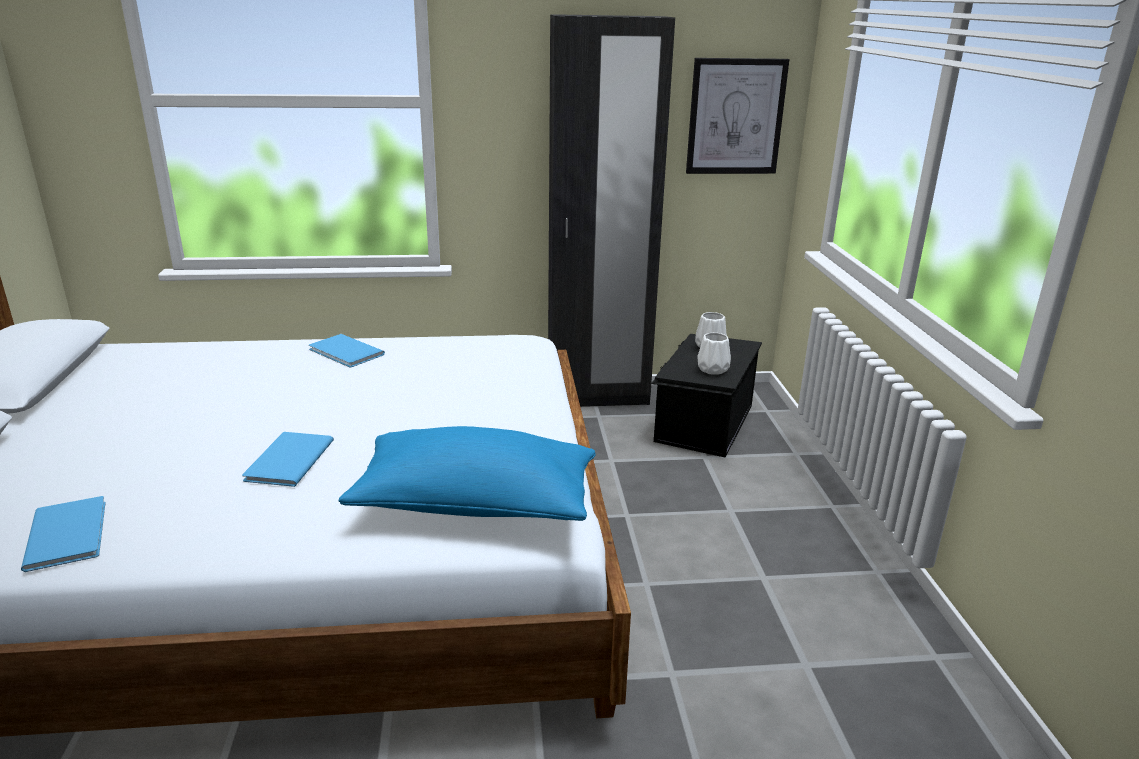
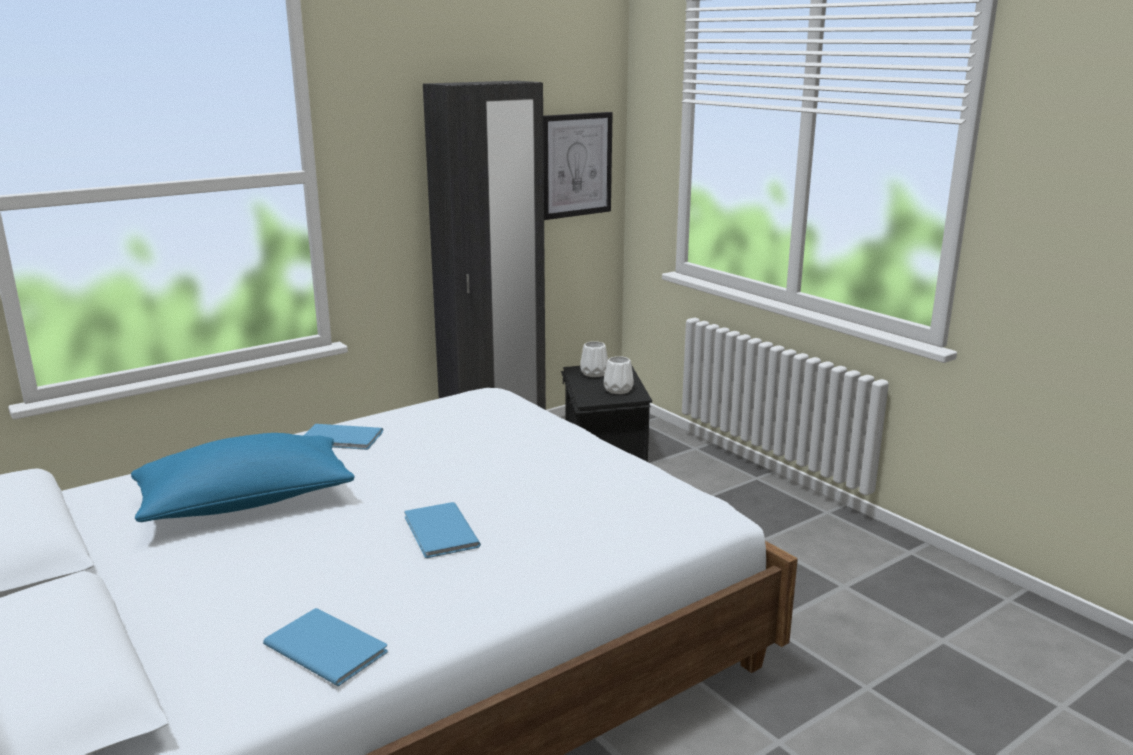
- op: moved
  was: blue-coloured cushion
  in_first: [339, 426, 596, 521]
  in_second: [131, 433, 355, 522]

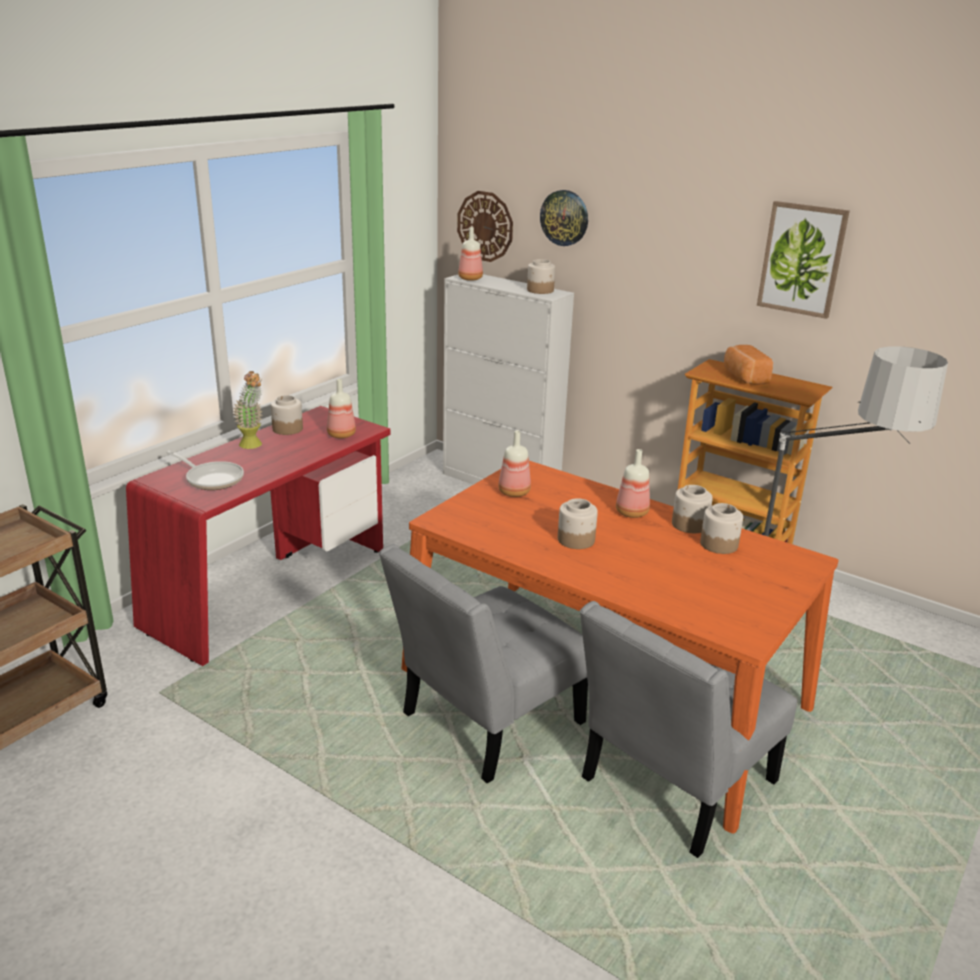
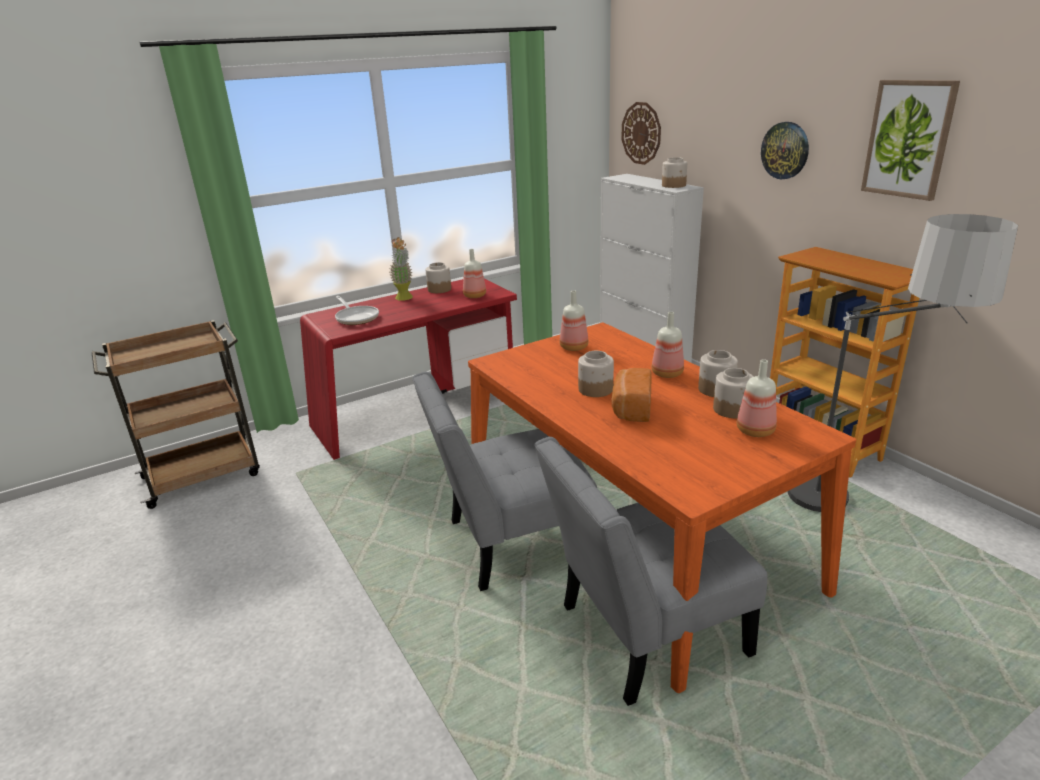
- op: moved
  was: drink bottle
  in_first: [458, 227, 483, 281]
  in_second: [737, 359, 777, 437]
- op: moved
  was: wall clock
  in_first: [540, 190, 588, 246]
  in_second: [761, 122, 809, 179]
- op: moved
  was: bakery bread
  in_first: [724, 345, 773, 385]
  in_second: [612, 368, 652, 422]

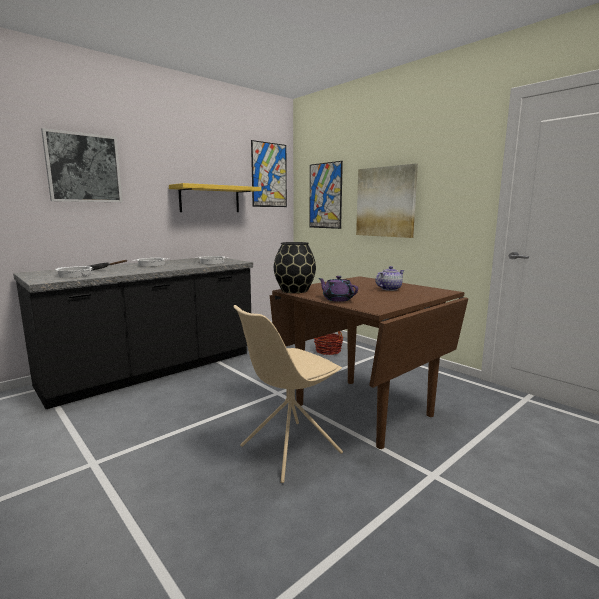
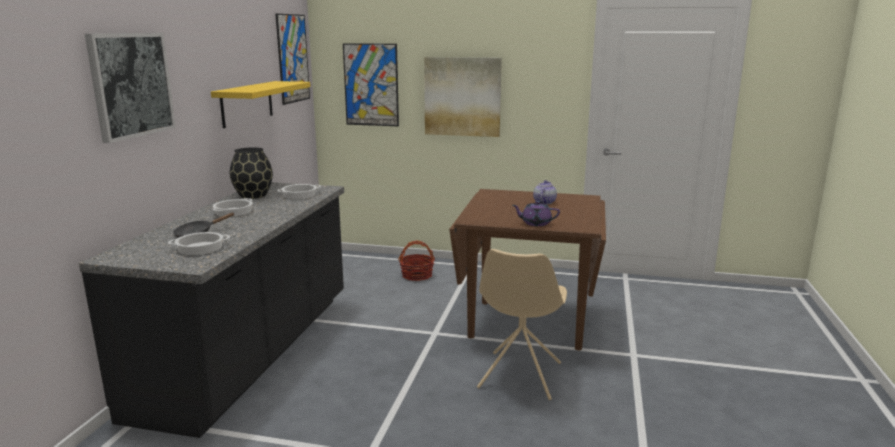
- op: moved
  was: black flower vase
  in_first: [274, 242, 316, 293]
  in_second: [230, 147, 273, 199]

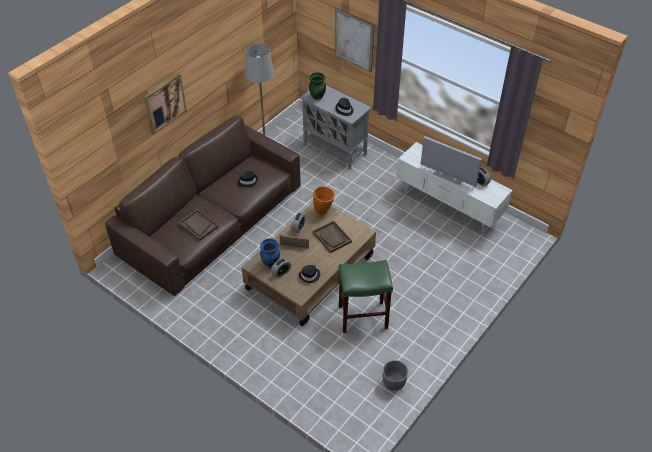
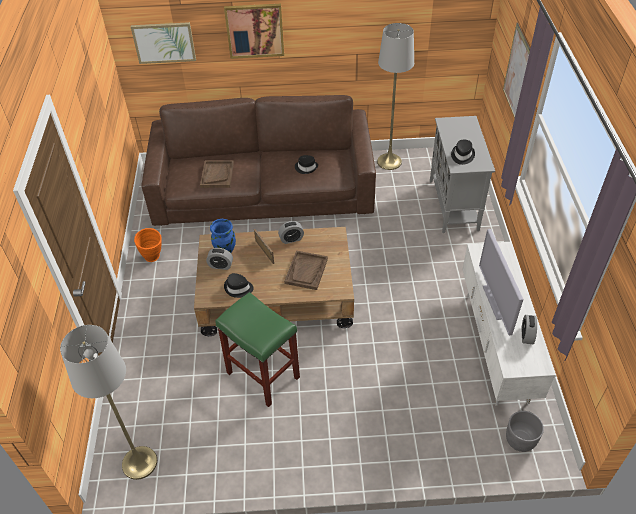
- op: removed
  was: greenish flower vase
  in_first: [309, 72, 326, 100]
- op: added
  now: greyish standing lamp
  in_second: [60, 325, 157, 480]
- op: added
  now: picture
  in_second: [131, 22, 196, 64]
- op: moved
  was: orange flower vase
  in_first: [313, 186, 335, 215]
  in_second: [134, 228, 162, 262]
- op: moved
  was: greyish flower pot
  in_first: [383, 360, 408, 391]
  in_second: [506, 411, 544, 452]

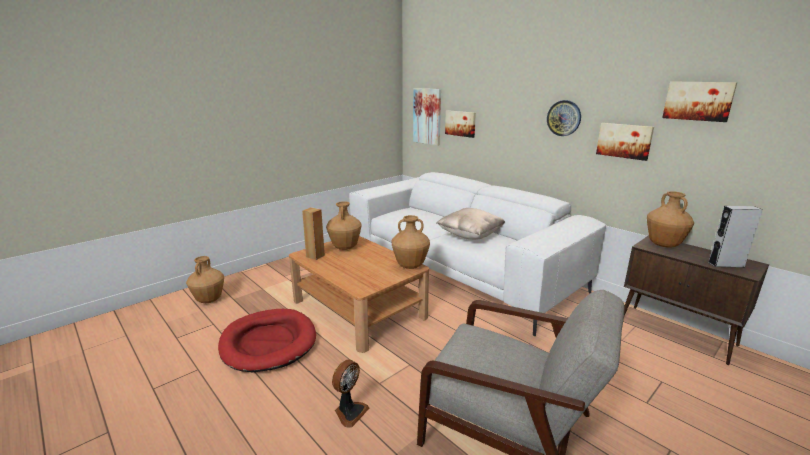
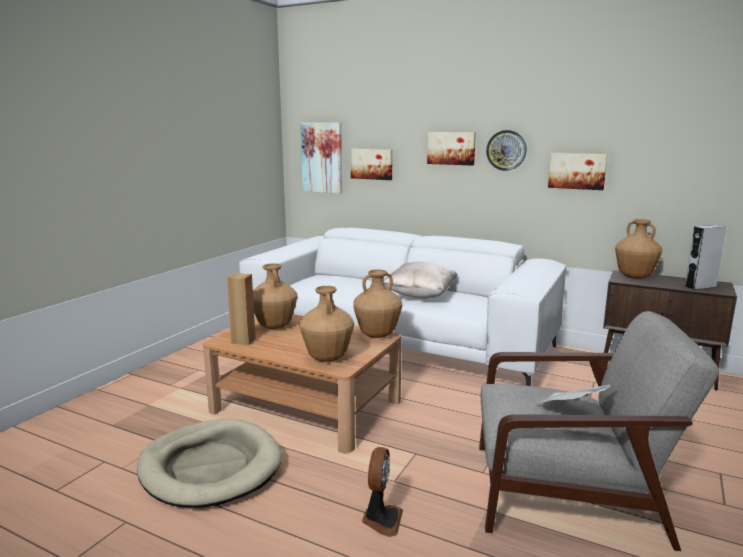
- op: added
  now: daily paper
  in_second: [537, 384, 611, 403]
- op: moved
  was: brown-coloured flower vase
  in_first: [186, 256, 224, 303]
  in_second: [299, 286, 354, 362]
- op: moved
  was: picture
  in_first: [662, 82, 738, 122]
  in_second: [427, 132, 476, 166]
- op: recoloured
  was: red dog bed
  now: sand-coloured dog bed
  in_first: [218, 309, 316, 372]
  in_second: [137, 419, 282, 508]

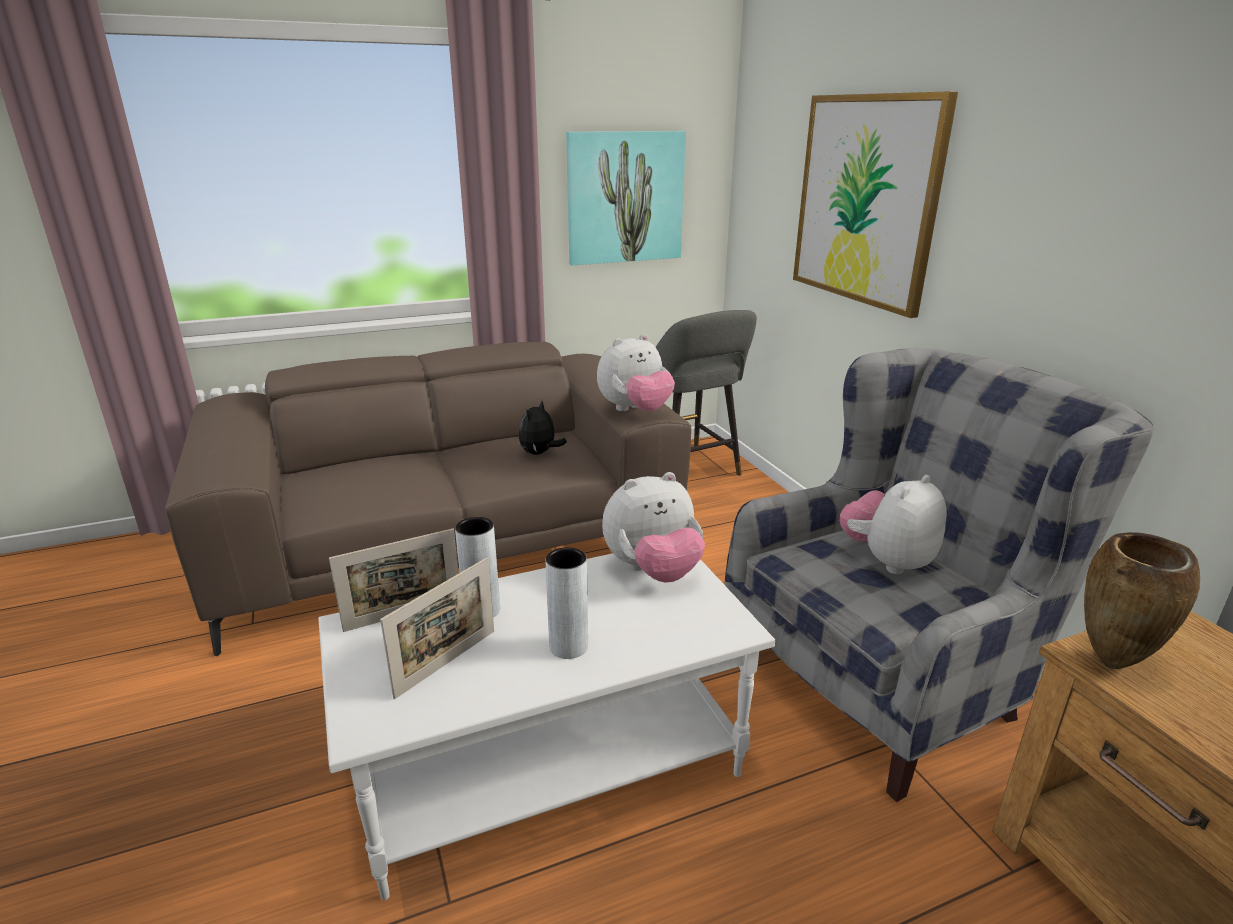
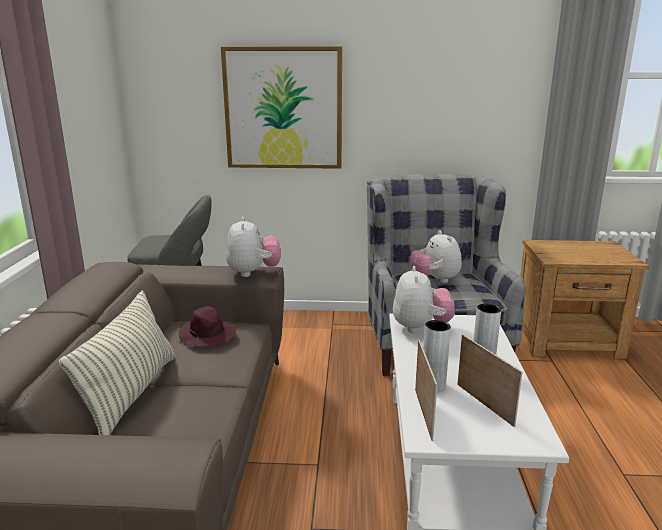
- op: removed
  was: picture
  in_first: [566, 131, 686, 265]
- op: removed
  was: brown-coloured flower vase
  in_first: [1084, 532, 1200, 669]
- op: added
  now: cushion
  in_second: [59, 290, 175, 435]
- op: replaced
  was: cuddly toy
  now: purple hat
  in_first: [519, 400, 567, 455]
  in_second: [179, 306, 236, 346]

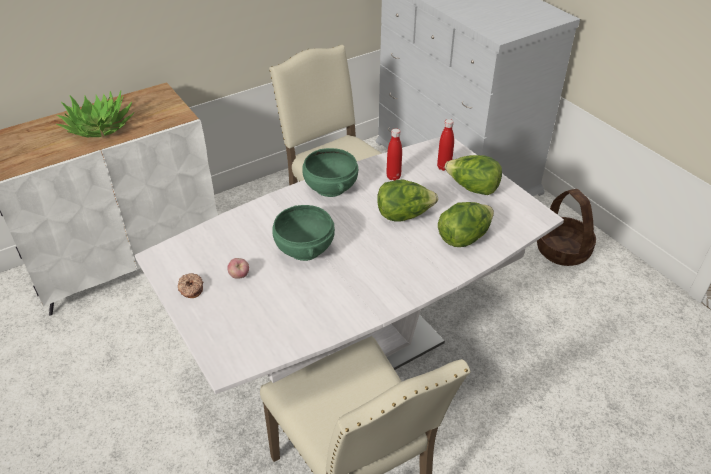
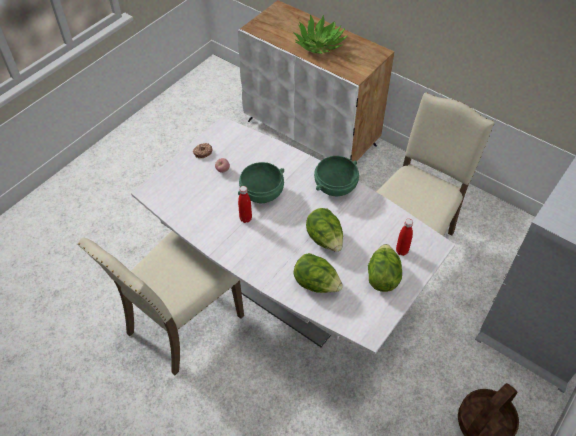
- op: moved
  was: red drink bottle
  in_first: [386, 128, 402, 181]
  in_second: [238, 186, 252, 223]

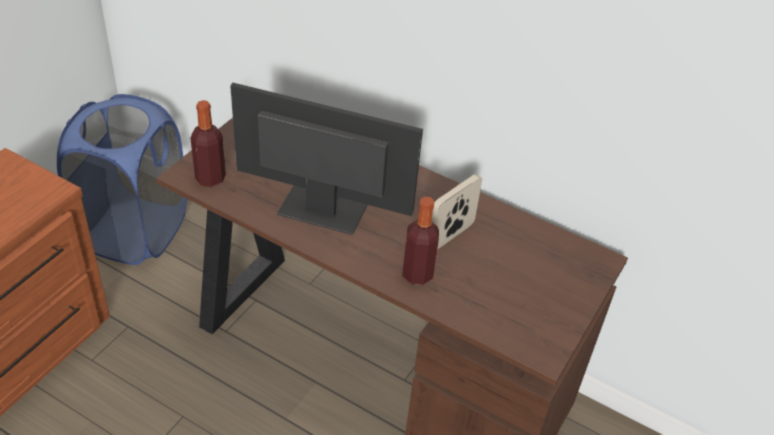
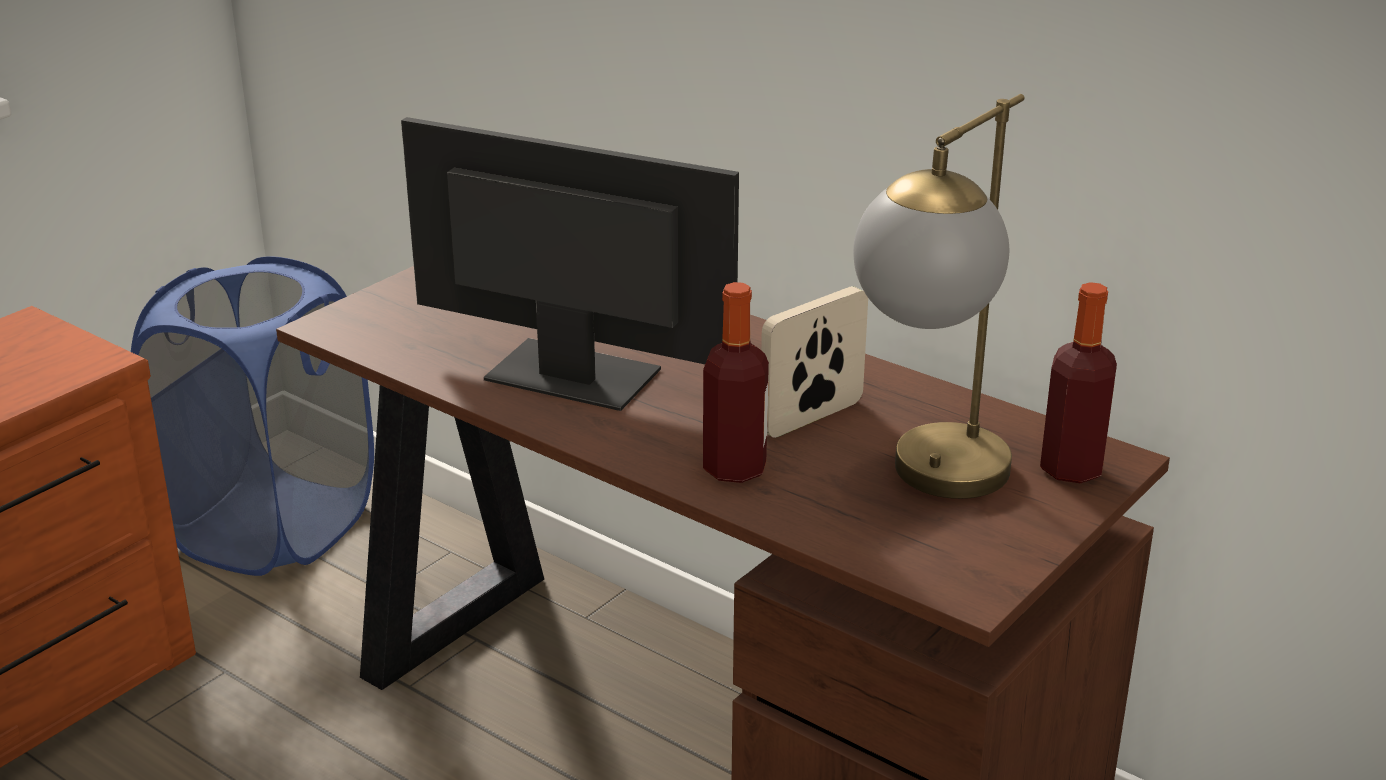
- op: added
  now: table lamp
  in_second: [853, 94, 1024, 499]
- op: moved
  was: drink bottle
  in_first: [190, 100, 226, 187]
  in_second: [1040, 282, 1117, 483]

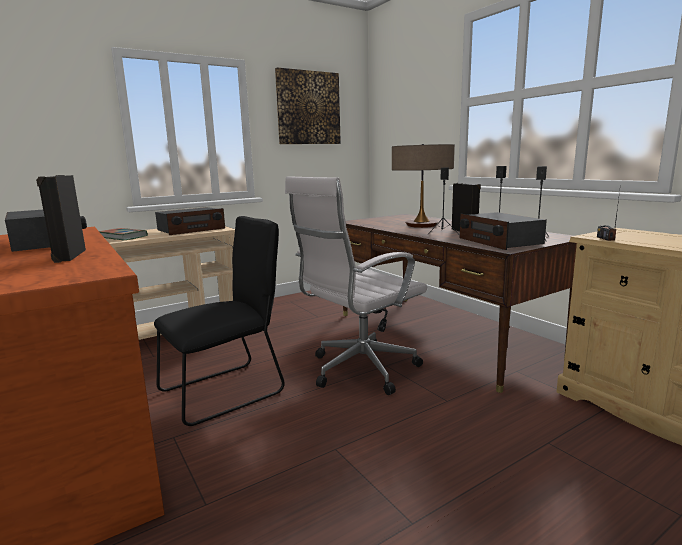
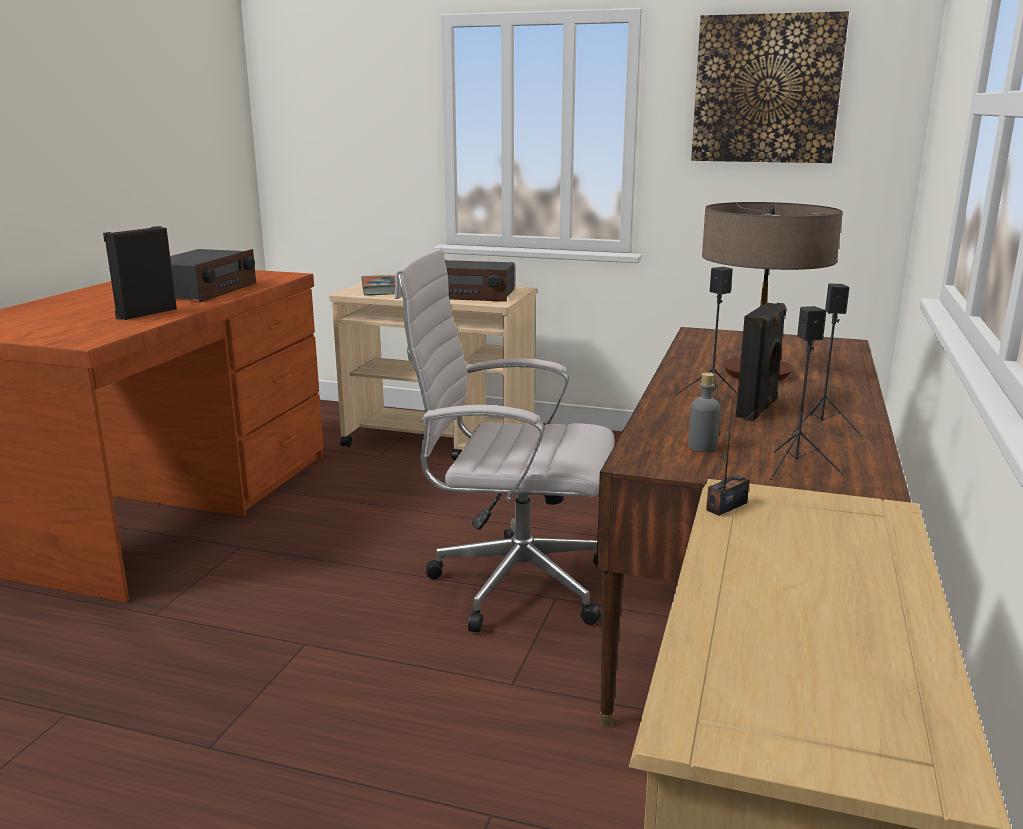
- op: removed
  was: black plain chair
  in_first: [154, 216, 285, 426]
- op: replaced
  was: radio
  now: greyish drink bottle
  in_first: [459, 212, 547, 250]
  in_second: [688, 372, 720, 452]

